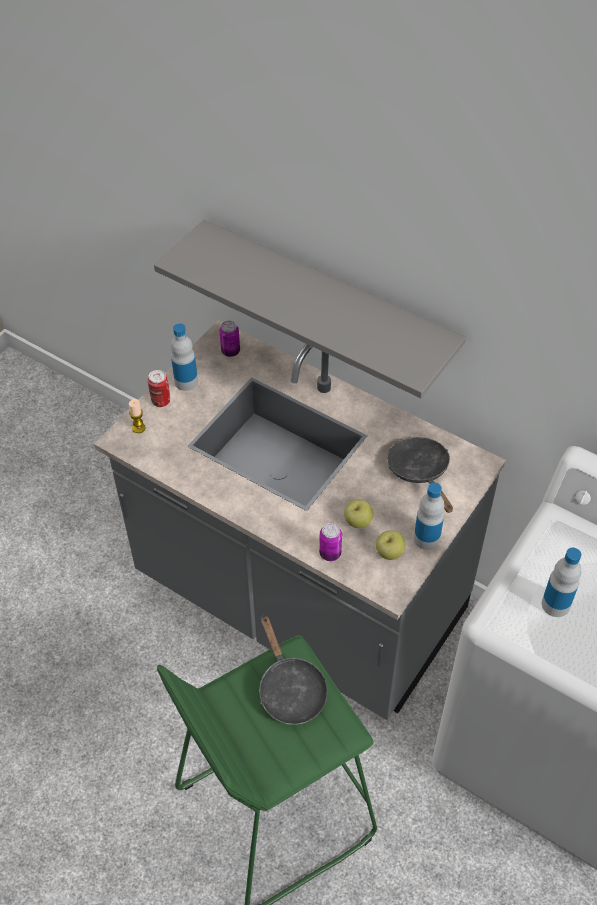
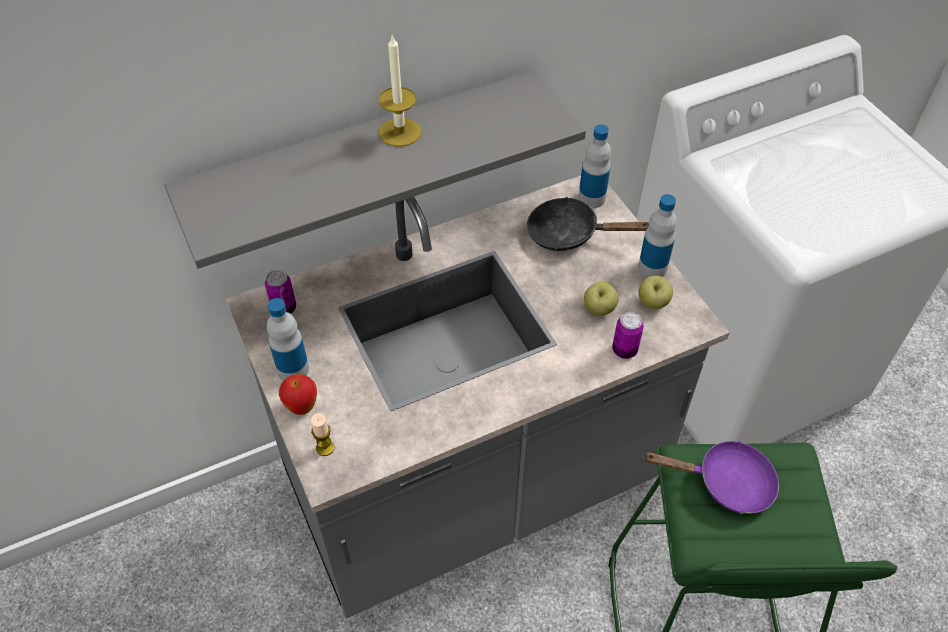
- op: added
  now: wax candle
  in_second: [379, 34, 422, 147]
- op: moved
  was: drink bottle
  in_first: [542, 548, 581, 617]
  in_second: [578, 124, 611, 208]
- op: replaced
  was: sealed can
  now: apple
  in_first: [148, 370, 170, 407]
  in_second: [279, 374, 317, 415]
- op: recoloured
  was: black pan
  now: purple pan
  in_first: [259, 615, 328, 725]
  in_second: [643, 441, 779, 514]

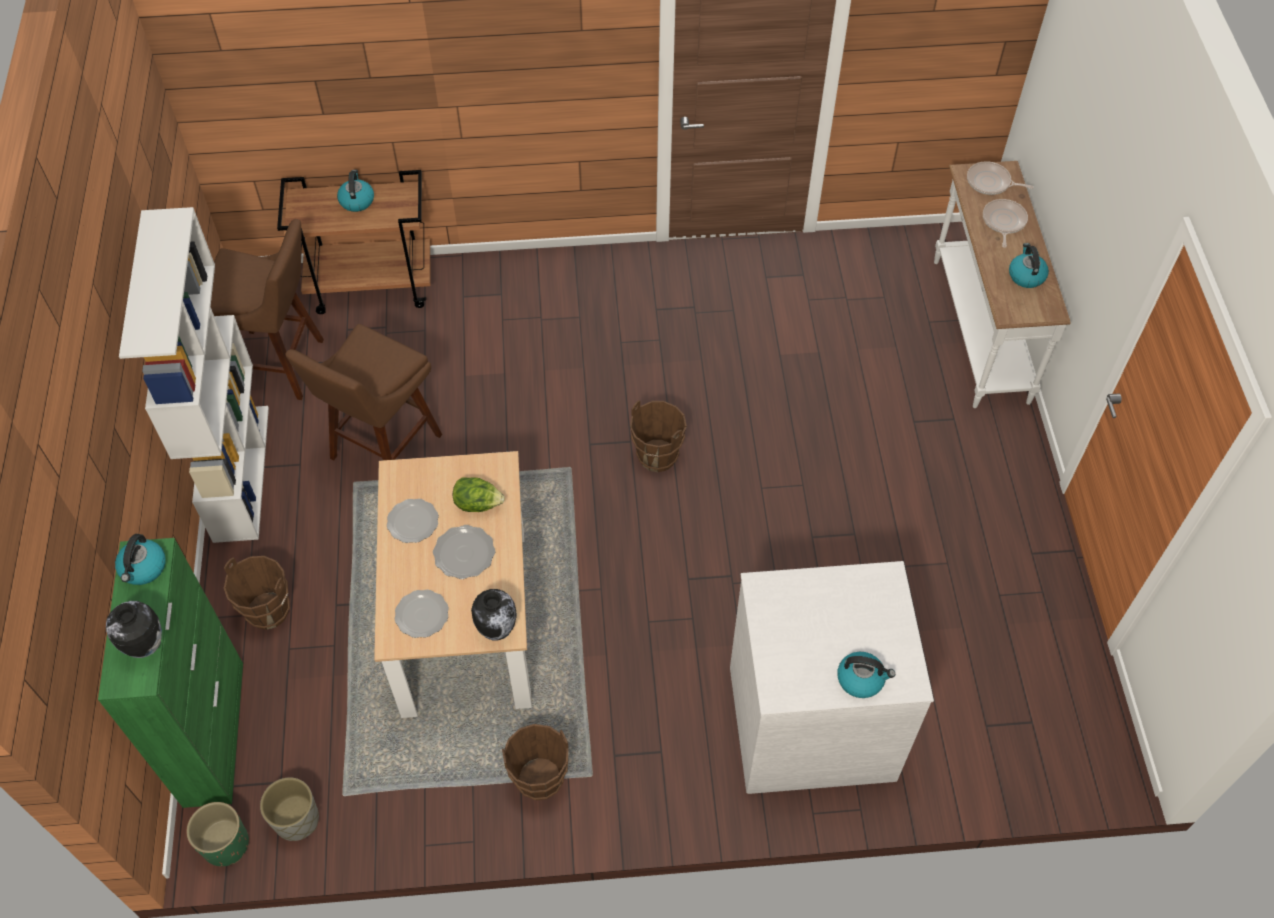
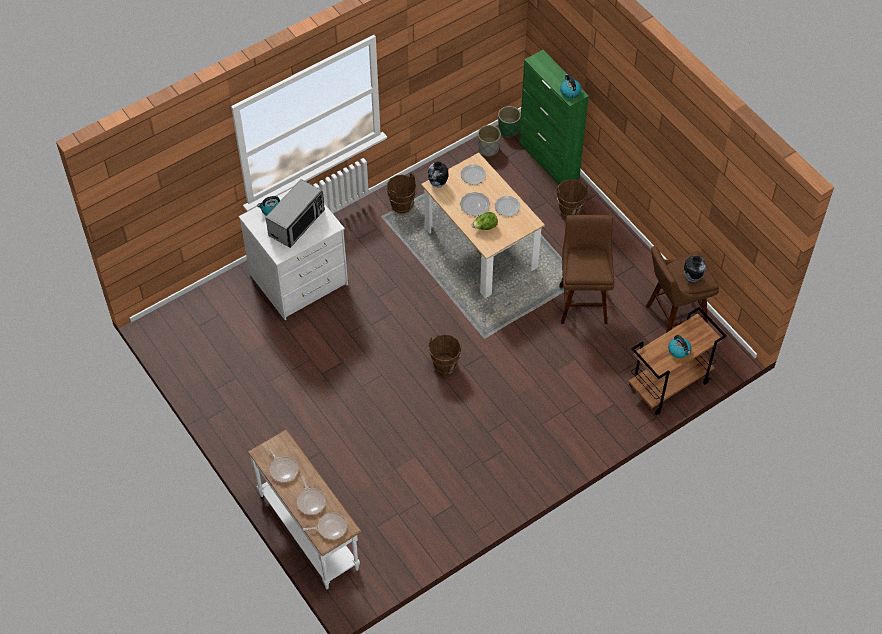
- op: removed
  was: whitish shelving unit
  in_first: [119, 207, 269, 543]
- op: added
  now: microwave
  in_second: [266, 179, 325, 248]
- op: moved
  was: flower vase
  in_first: [106, 601, 162, 658]
  in_second: [684, 256, 706, 282]
- op: replaced
  was: kettle
  now: pan
  in_first: [1009, 243, 1049, 288]
  in_second: [268, 447, 298, 483]

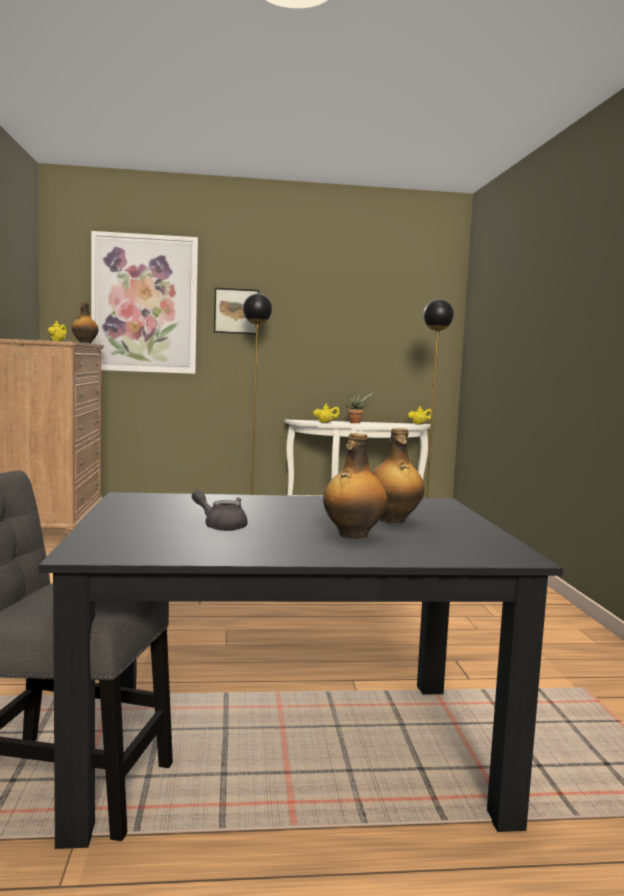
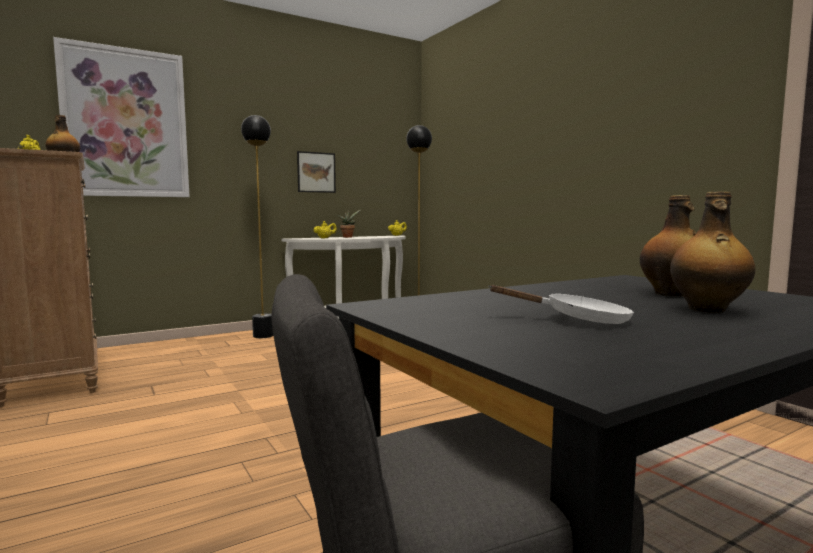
- op: moved
  was: picture
  in_first: [214, 288, 259, 334]
  in_second: [297, 151, 336, 193]
- op: replaced
  was: greyish teapot
  now: whitish pan
  in_first: [192, 490, 248, 531]
  in_second: [488, 285, 634, 324]

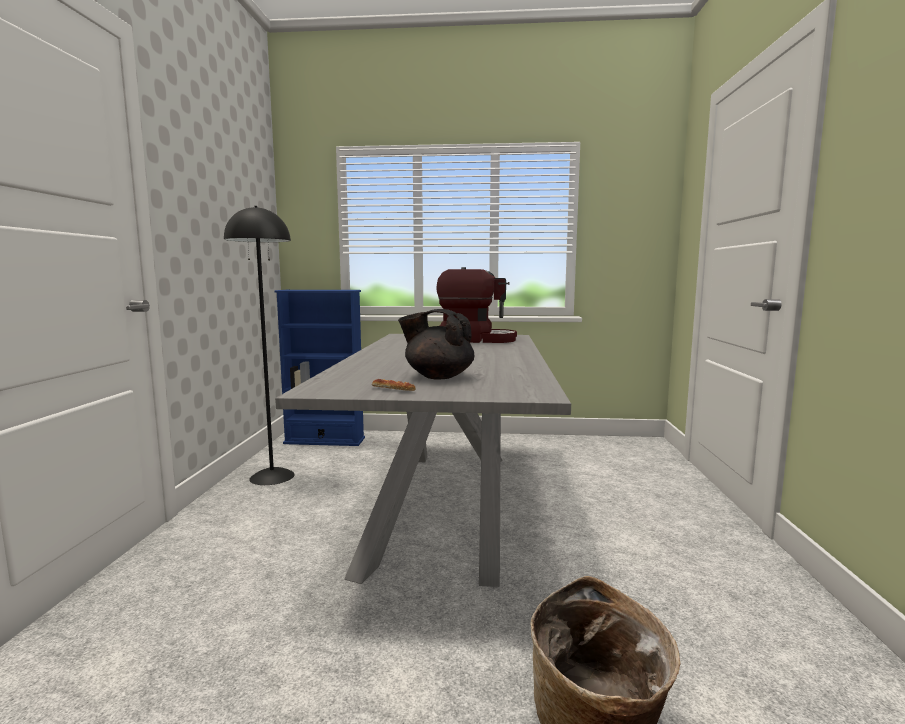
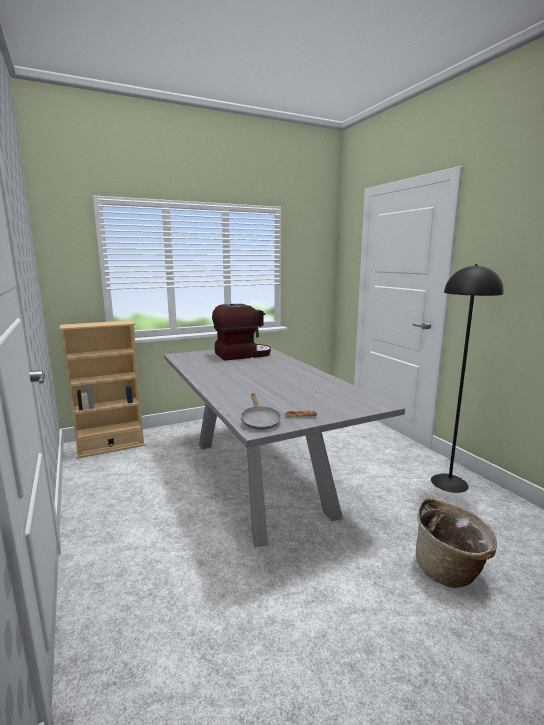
- op: removed
  was: black teapot
  in_first: [398, 309, 474, 380]
- op: added
  now: greyish pan
  in_second: [241, 393, 281, 430]
- op: moved
  was: black standing lamp
  in_first: [224, 206, 295, 485]
  in_second: [431, 264, 504, 493]
- op: recoloured
  was: blue-coloured shelving unit
  now: sand-coloured shelving unit
  in_first: [275, 290, 365, 446]
  in_second: [59, 320, 145, 458]

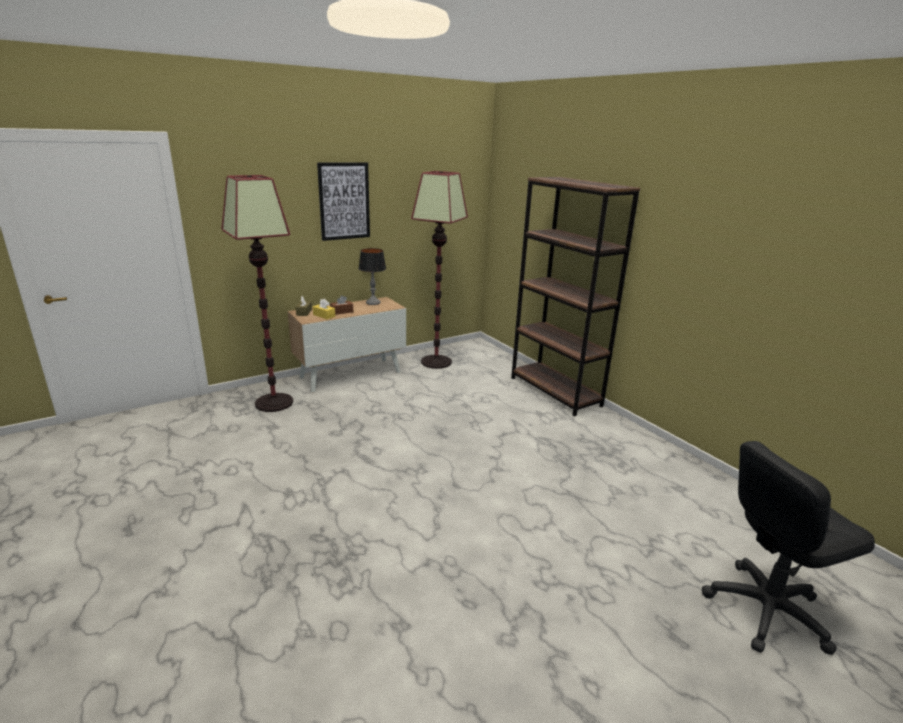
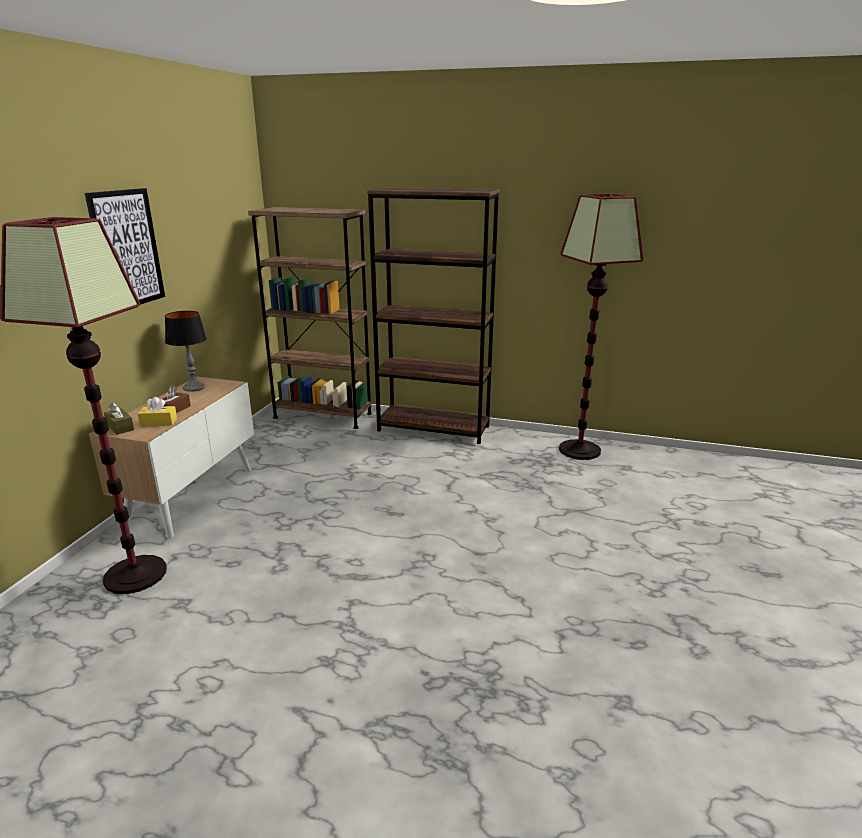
- op: removed
  was: black office chair
  in_first: [702, 441, 875, 655]
- op: added
  now: brown-coloured shelving unit
  in_second: [248, 207, 372, 429]
- op: moved
  was: standing lamp
  in_first: [411, 171, 468, 369]
  in_second: [559, 194, 643, 460]

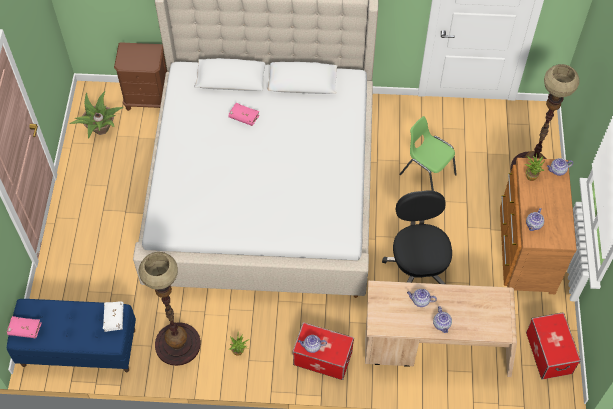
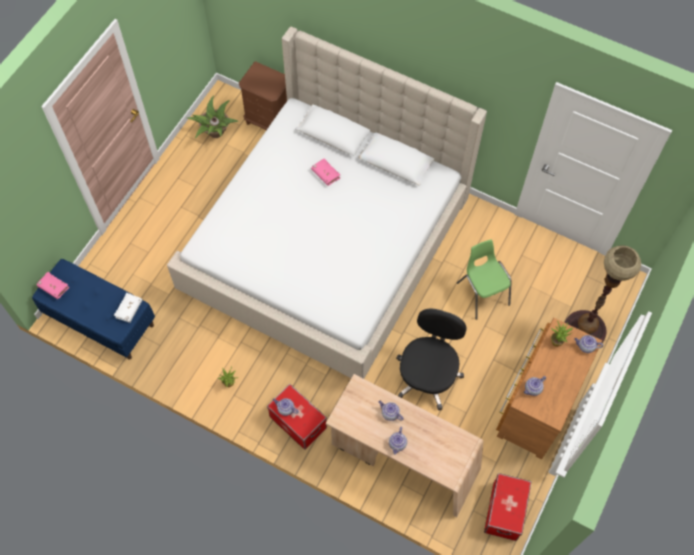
- op: removed
  was: standing lamp
  in_first: [139, 252, 201, 366]

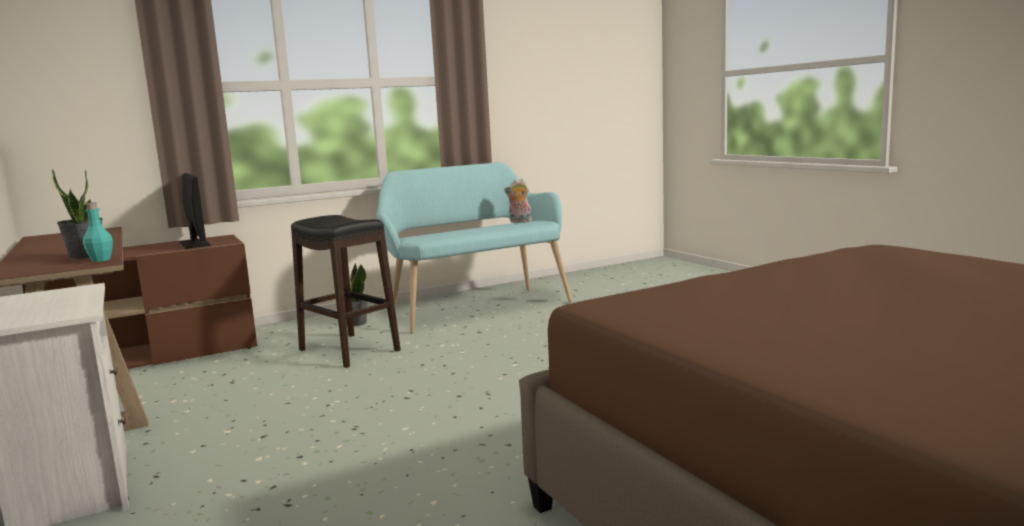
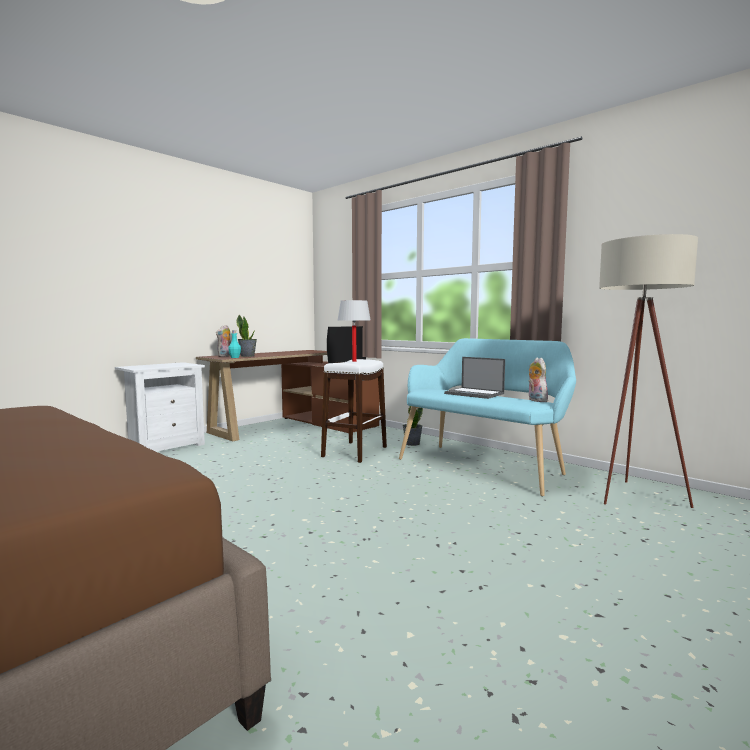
- op: added
  now: cuddly toy
  in_second: [216, 325, 231, 357]
- op: added
  now: whitish table lamp
  in_second: [338, 300, 371, 362]
- op: added
  now: portable computer
  in_second: [444, 357, 505, 399]
- op: added
  now: sand-coloured standing lamp
  in_second: [599, 234, 698, 508]
- op: recoloured
  was: black sitting stool
  now: whitish sitting stool
  in_first: [291, 215, 401, 368]
  in_second: [321, 359, 387, 463]

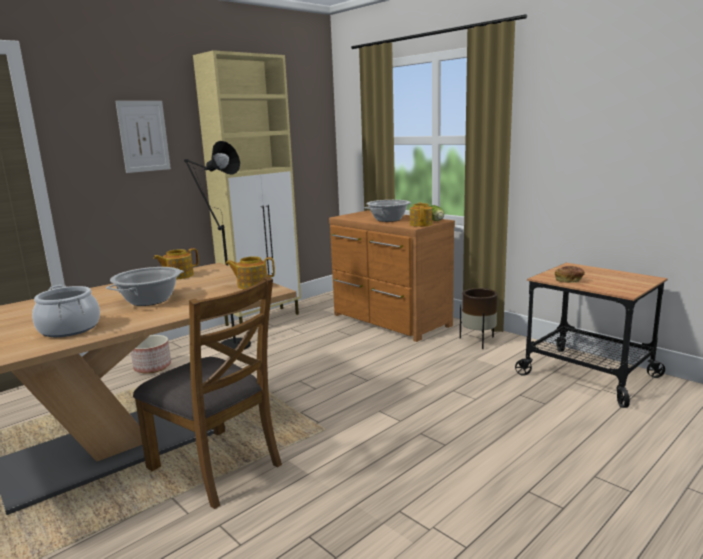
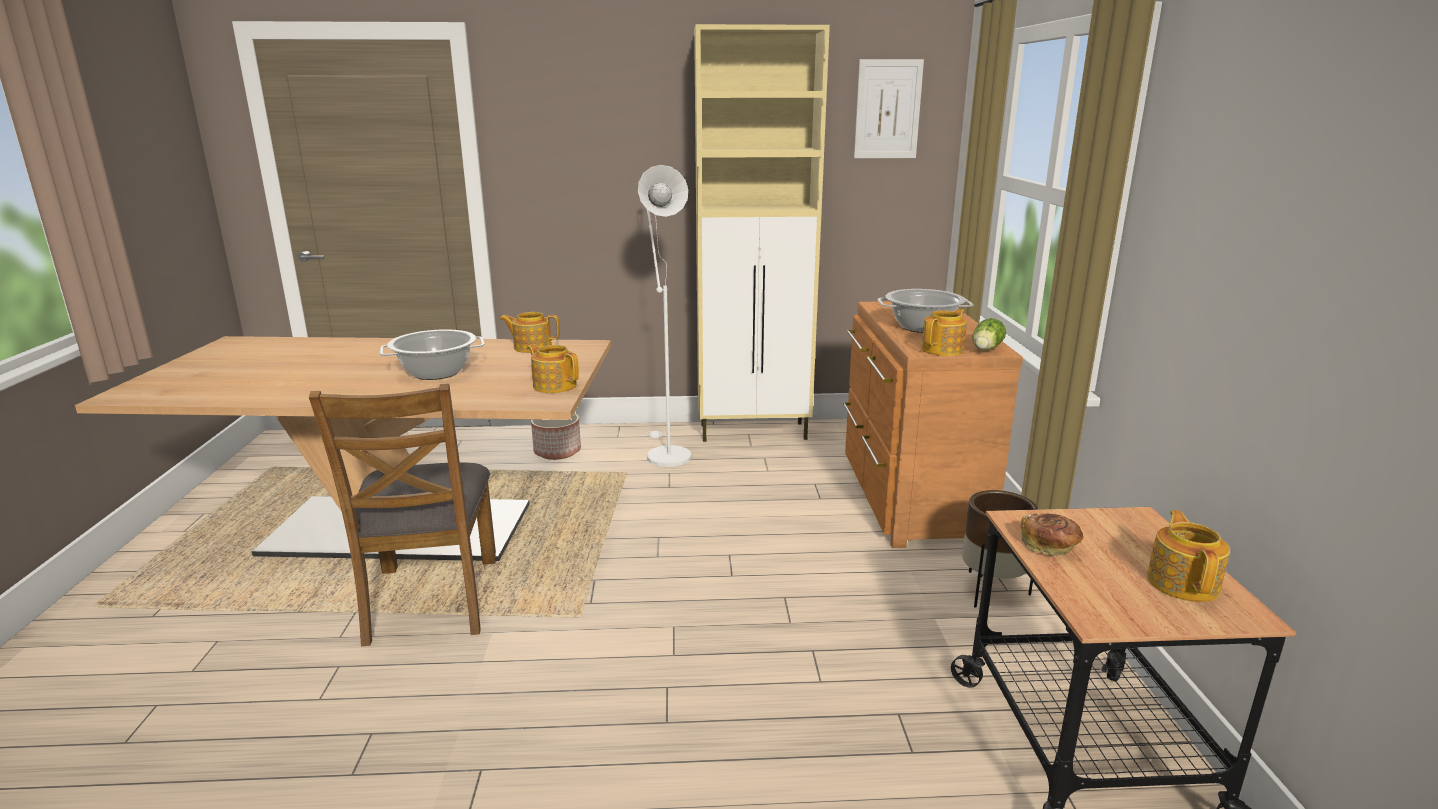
- op: removed
  was: cooking pot
  in_first: [32, 285, 100, 337]
- op: added
  now: teapot
  in_second: [1147, 510, 1230, 602]
- op: moved
  was: picture
  in_first: [115, 101, 171, 173]
  in_second: [854, 59, 924, 158]
- op: recoloured
  was: black standing lamp
  now: whitish standing lamp
  in_first: [184, 141, 251, 350]
  in_second: [638, 165, 691, 467]

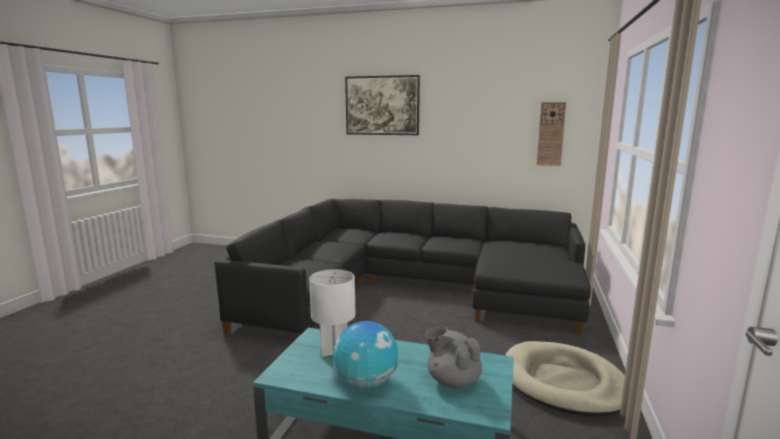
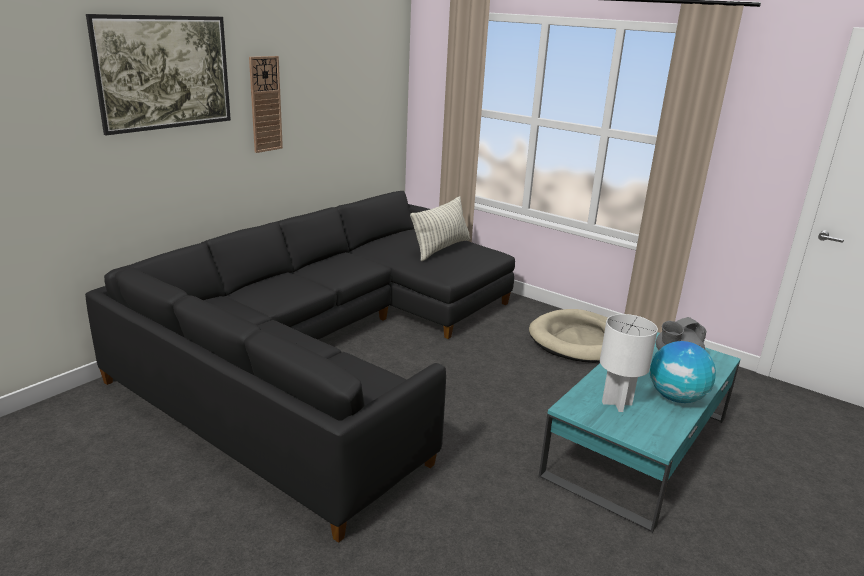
- op: added
  now: cushion
  in_second: [410, 196, 470, 262]
- op: moved
  was: wall clock
  in_first: [536, 102, 566, 166]
  in_second: [249, 56, 283, 153]

